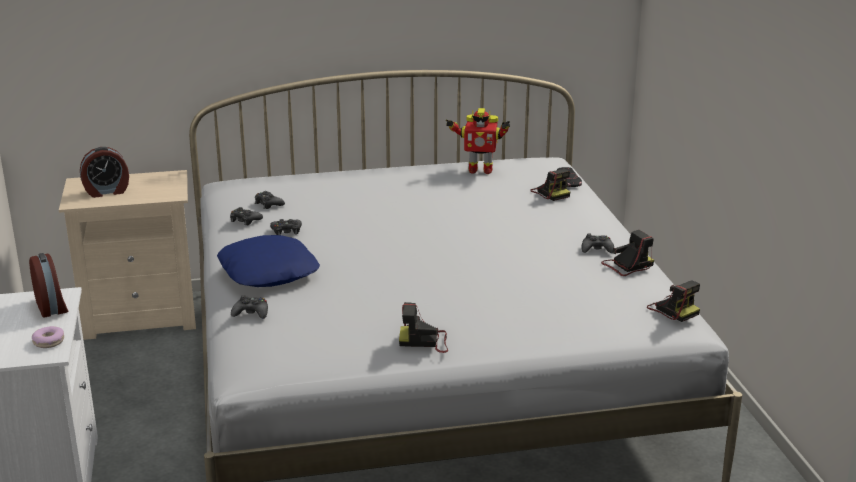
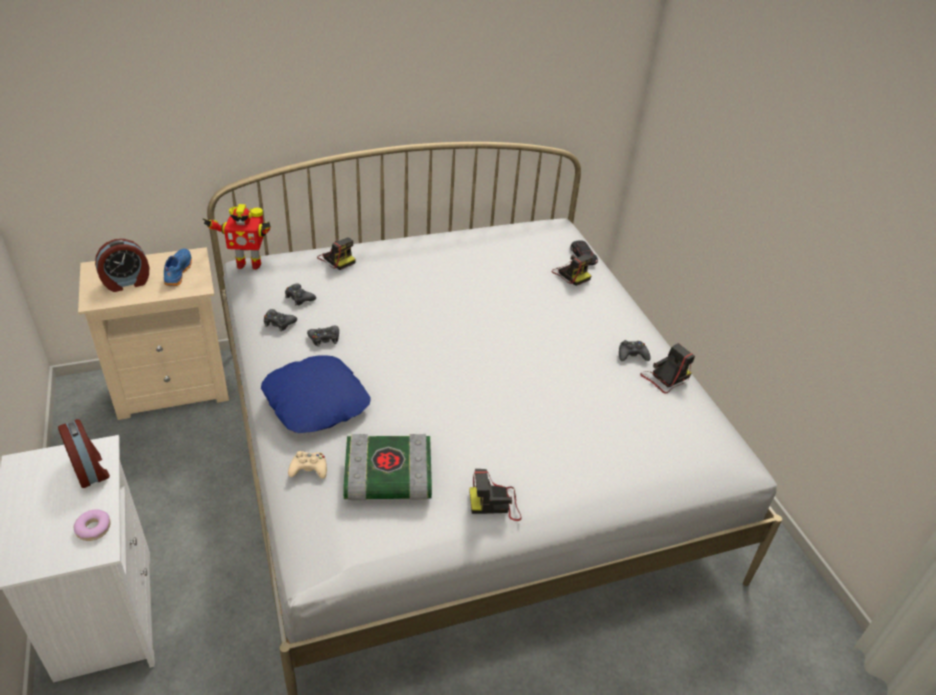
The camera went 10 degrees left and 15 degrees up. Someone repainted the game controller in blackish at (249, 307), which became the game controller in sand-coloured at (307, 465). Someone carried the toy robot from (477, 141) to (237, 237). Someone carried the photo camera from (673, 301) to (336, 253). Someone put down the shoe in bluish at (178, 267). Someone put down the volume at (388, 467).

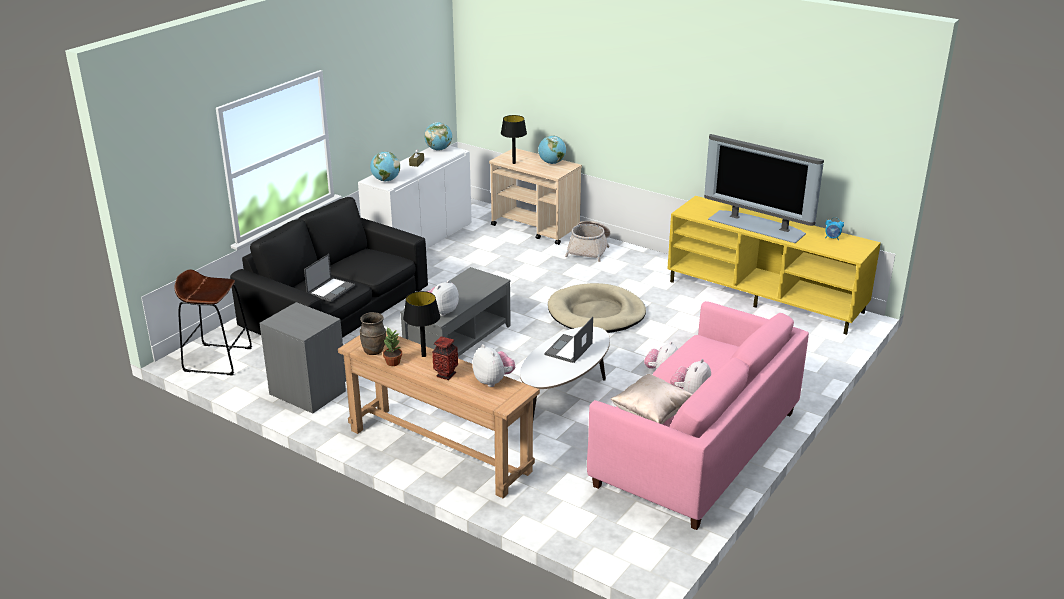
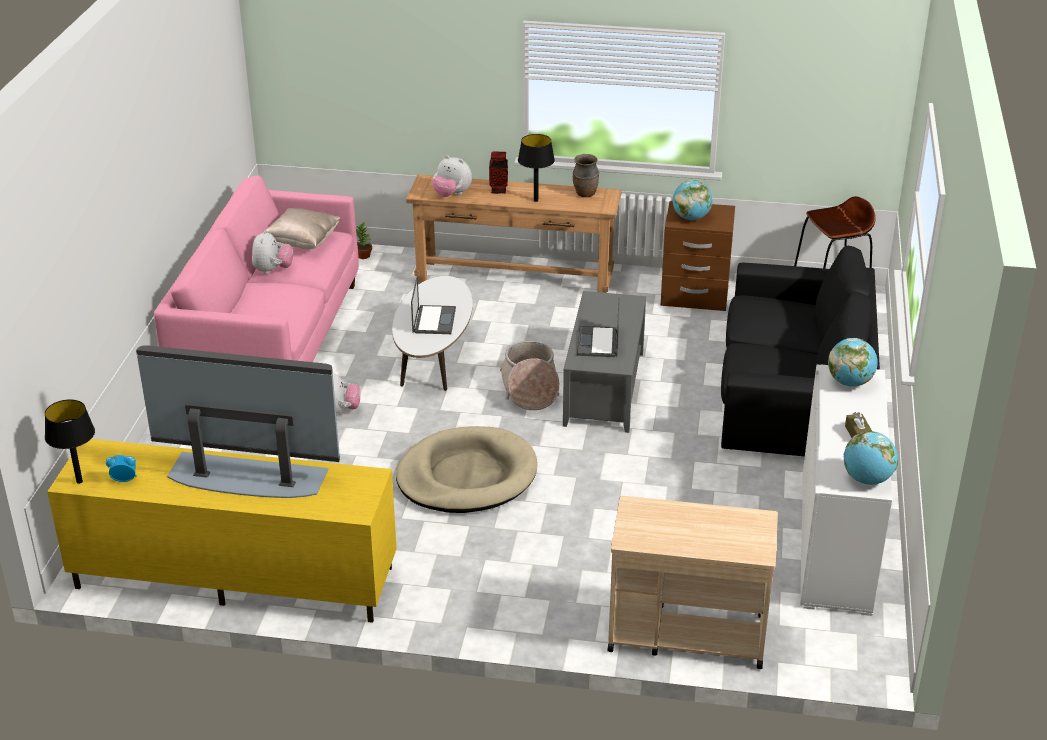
The camera went 155 degrees right and 5 degrees up. Someone repainted the bedside table in gray at (303, 358), which became the bedside table in brownish at (698, 256). Someone carried the portable computer from (329, 278) to (598, 327). Someone carried the plant in a pot from (392, 347) to (364, 240). Someone took away the cuddly toy at (442, 298). Someone carried the table lamp in blackish from (514, 139) to (70, 441). Someone carried the world globe from (552, 149) to (692, 200). Someone carried the basket from (587, 241) to (529, 375).

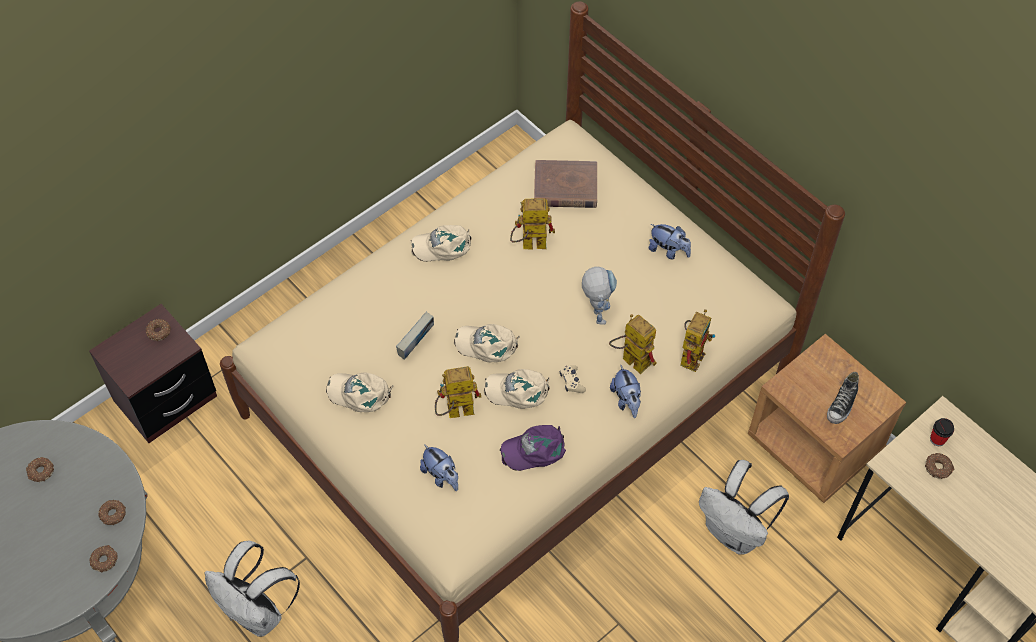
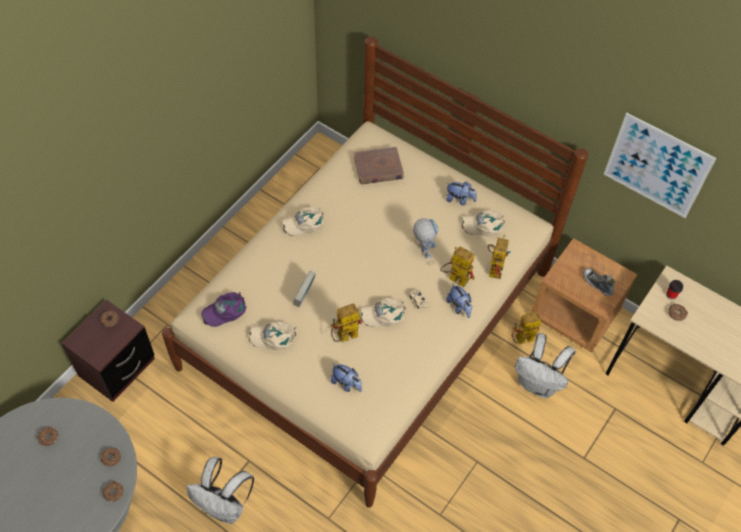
The camera went 15 degrees left and 0 degrees up. Someone carried the peaked cap in sand-coloured from (487, 343) to (483, 223). Someone carried the peaked cap in purplish from (533, 448) to (224, 309). Someone carried the toy robot from (532, 223) to (526, 328). Someone rotated the shoe at (843, 398) by 120 degrees clockwise. Someone put up the picture at (660, 165).

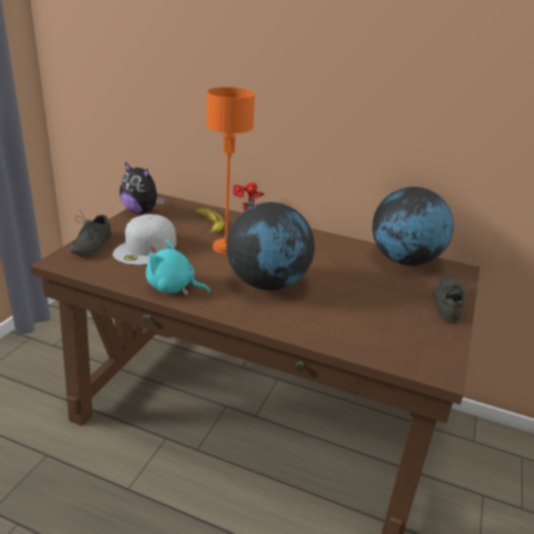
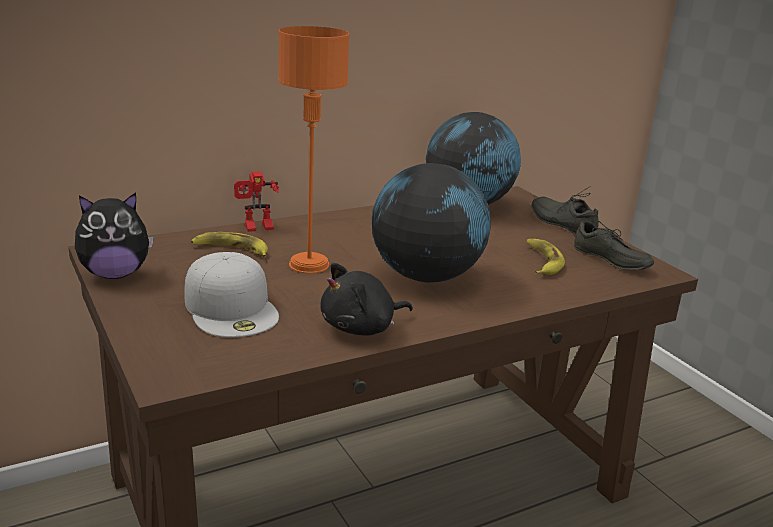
The camera went 50 degrees left and 5 degrees down. Someone carried the shoe in gray from (90, 233) to (614, 244). Someone repainted the cuddly toy in blue-green at (178, 267), which became the cuddly toy in blackish at (367, 299). Someone put down the whole banana at (545, 257).

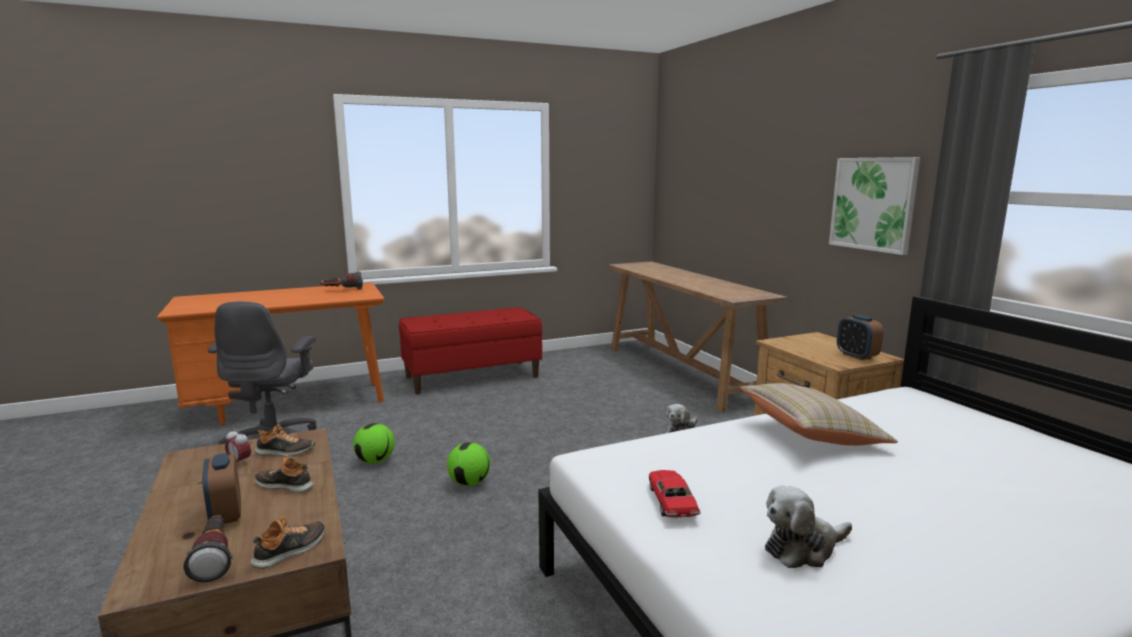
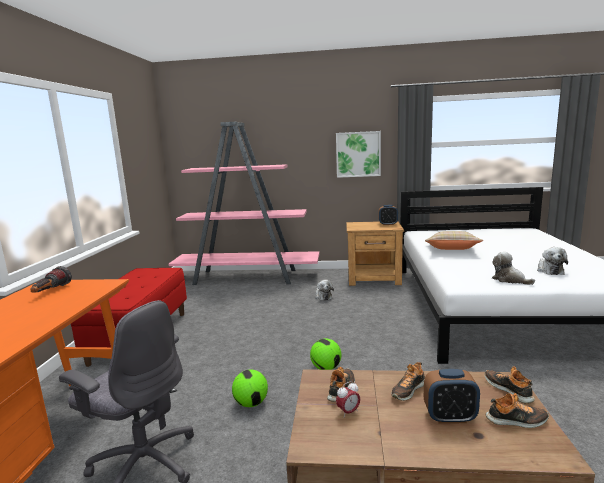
The camera went 60 degrees left and 0 degrees up. Someone swapped the flashlight at (208, 548) for the shoe at (517, 410). Someone swapped the console table in brownish at (698, 336) for the bookshelf in pink at (243, 203). Someone swapped the miniature car at (674, 494) for the cuddly toy at (513, 268).

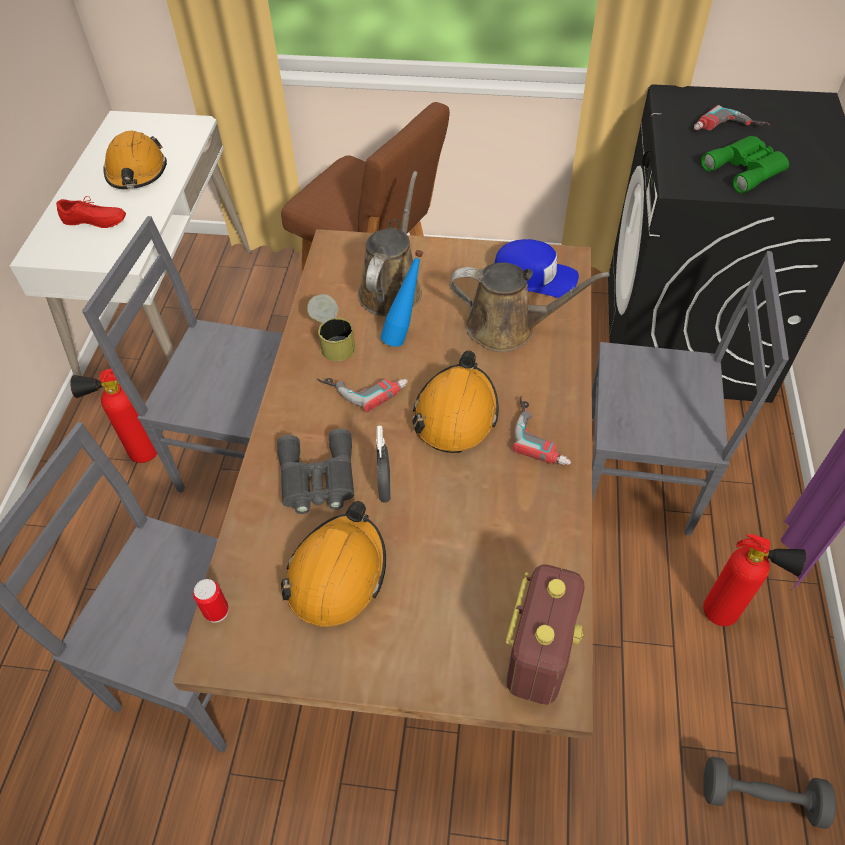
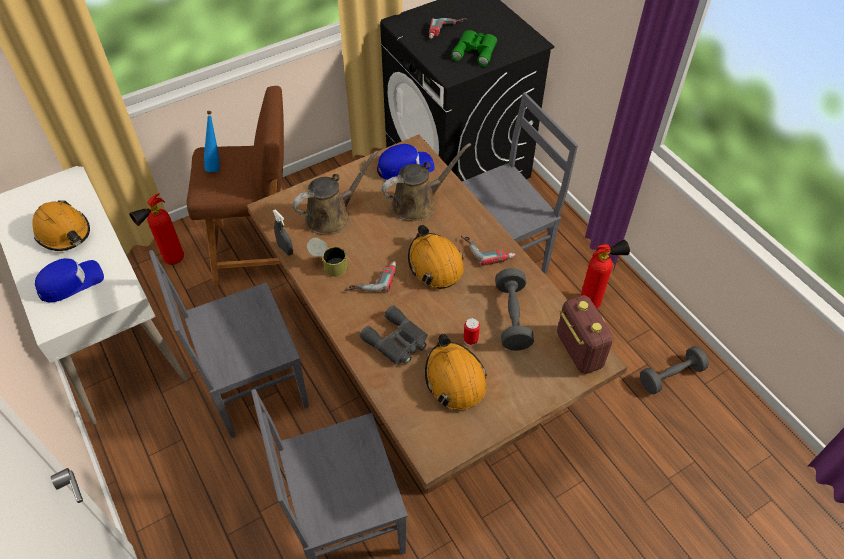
The camera went 40 degrees left and 0 degrees up. Someone swapped the shoe in red-coloured at (91, 212) for the peaked cap in bluish at (69, 280). Someone carried the extinguisher from (113, 416) to (156, 229). Someone carried the sealed can from (211, 601) to (471, 332). Someone rotated the watering pot in brownish at (390, 243) by 75 degrees clockwise. Someone carried the sprayer in gray from (383, 464) to (283, 233). Someone carried the drink bottle in bluish from (401, 298) to (212, 141). Someone put down the dumbbell in gray at (514, 309).

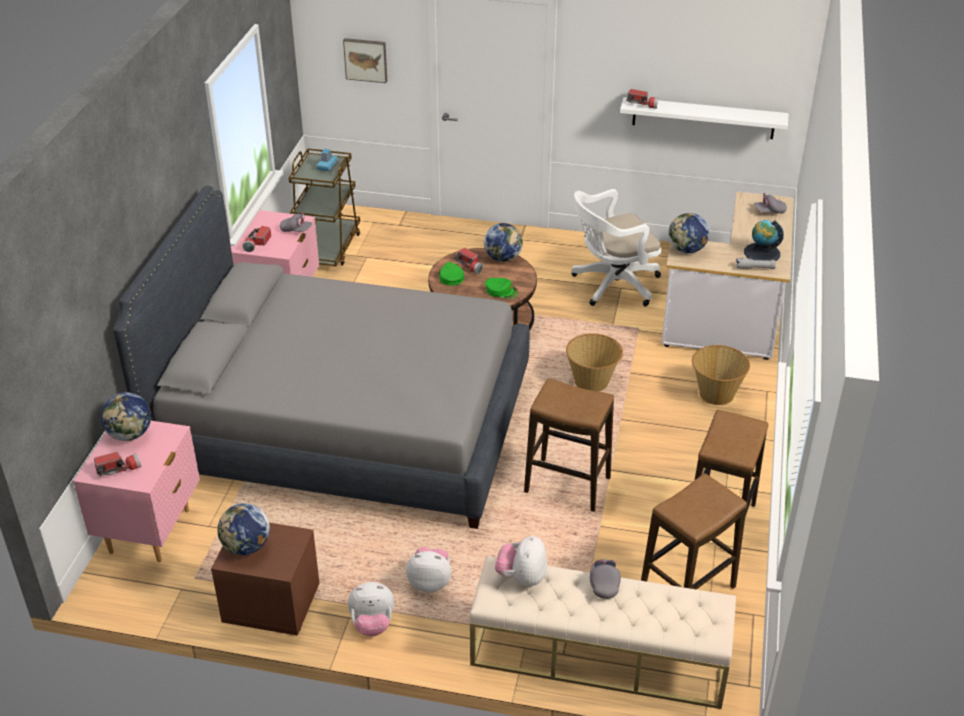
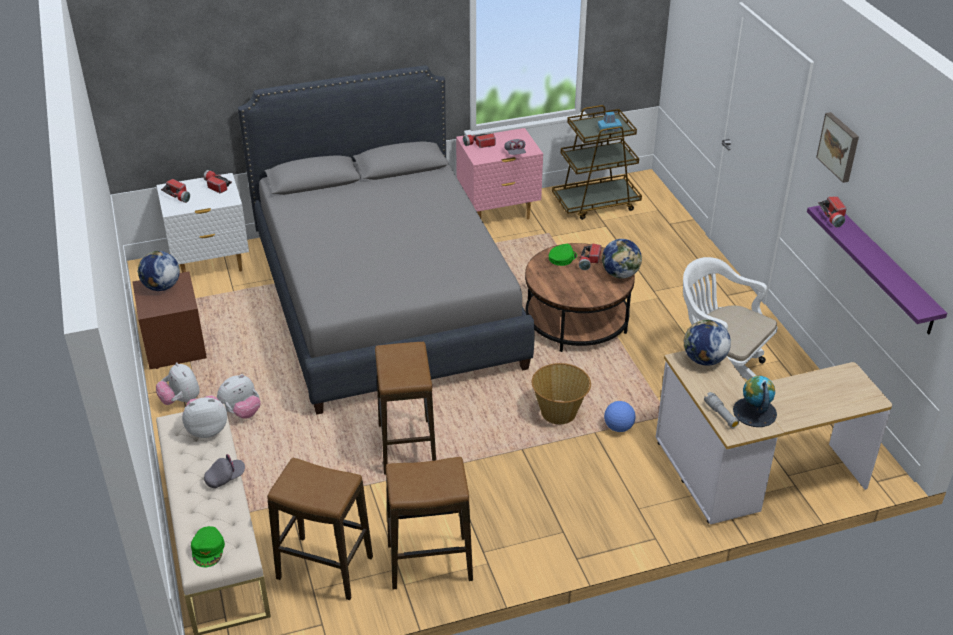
The camera went 60 degrees right and 0 degrees up. Someone repainted the bedside table in pink at (136, 491), which became the bedside table in whitish at (202, 223). Someone swapped the world globe at (126, 416) for the flashlight at (217, 181). Someone carried the picture from (365, 60) to (837, 147). Someone rotated the cuddly toy at (428, 570) by 75 degrees clockwise. Someone carried the peaked cap in green-coloured from (501, 288) to (208, 546). Someone repainted the shelf in whitish at (704, 118), which became the shelf in purplish at (877, 270). Someone took away the basket at (721, 375). Someone took away the peaked cap in gray at (770, 203). Someone put down the ball for football at (620, 416).

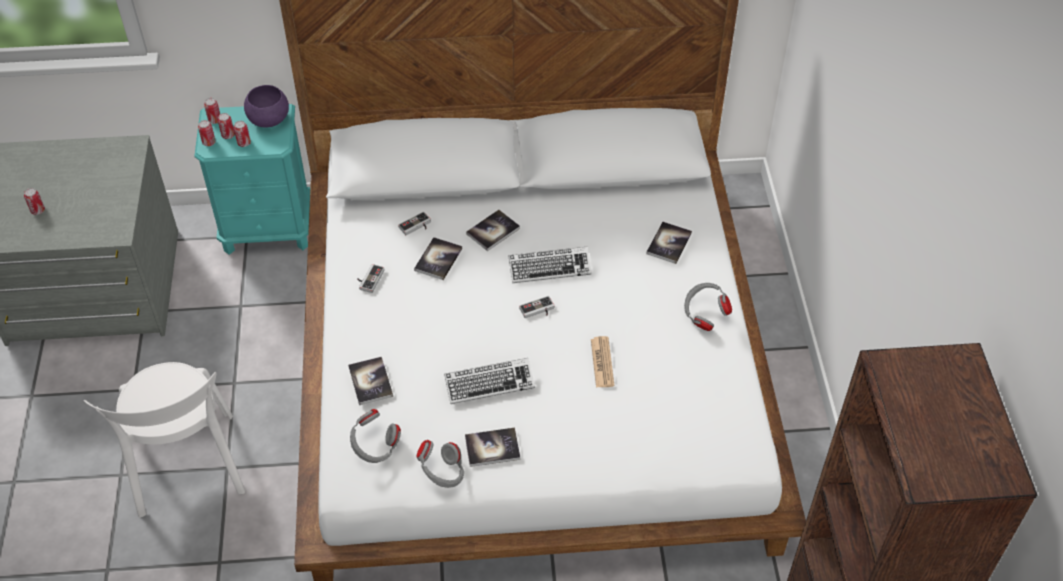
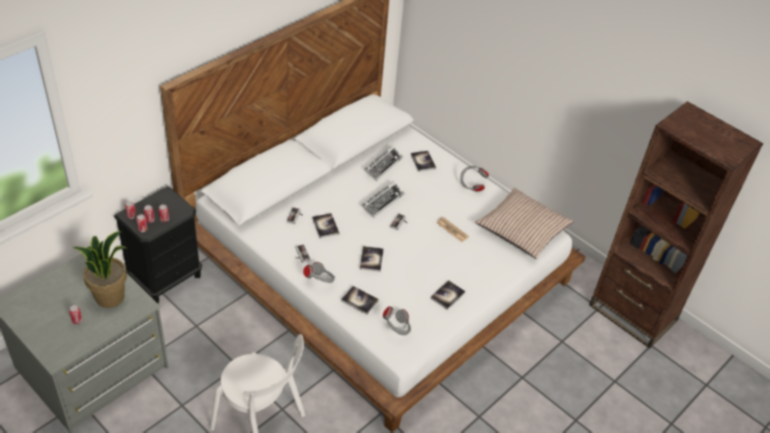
The camera went 45 degrees left and 5 degrees down. Someone repainted the bedside table in blue-green at (252, 179), which became the bedside table in blackish at (158, 245). Someone took away the deep dish in purplish at (266, 106). Someone carried the headphones in gray from (440, 464) to (319, 272). Someone carried the computer keyboard from (489, 381) to (383, 163). Someone carried the volume from (493, 230) to (372, 259). Someone put down the plant in a pot at (100, 269). Someone put down the throw pillow at (524, 223).

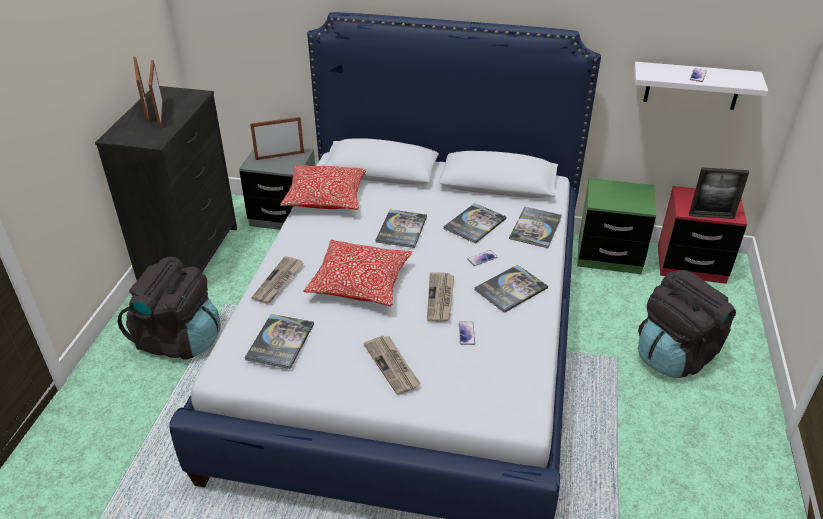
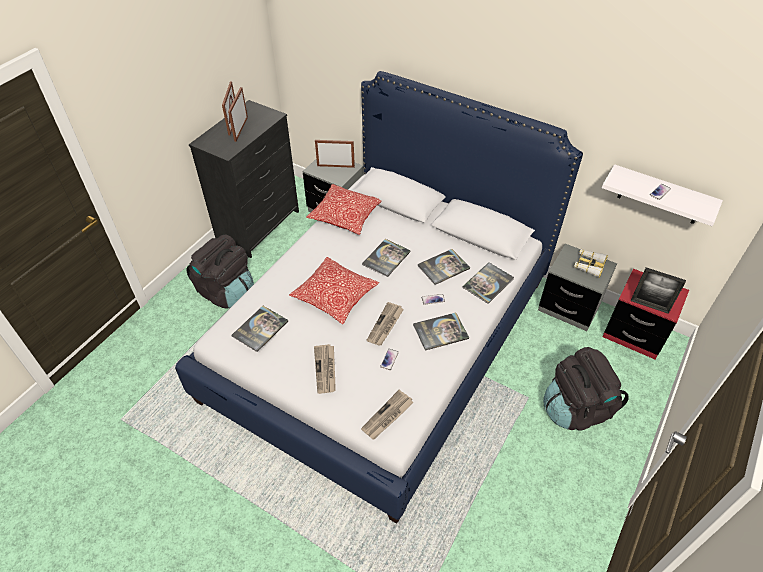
The camera went 20 degrees right and 10 degrees up. Someone carried the newspaper from (277, 279) to (387, 415). Someone repainted the bedside table in green-coloured at (616, 226), which became the bedside table in gray at (577, 287). Someone put down the field glasses at (591, 263).

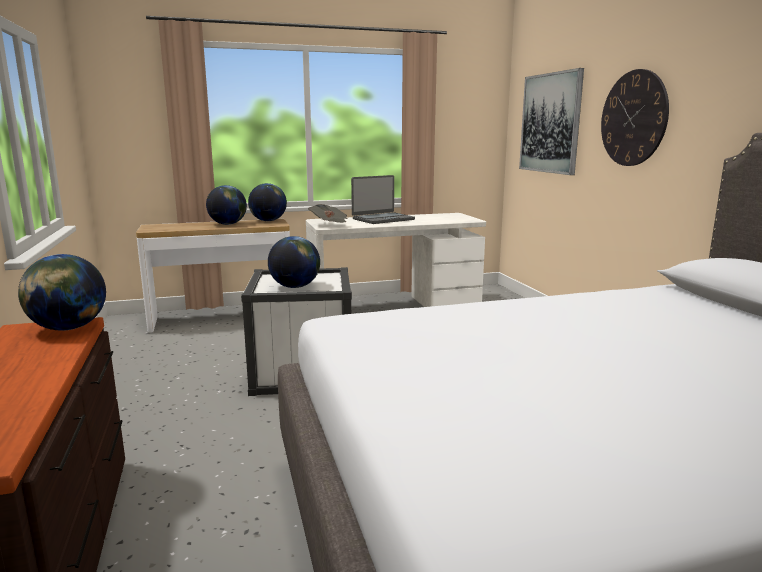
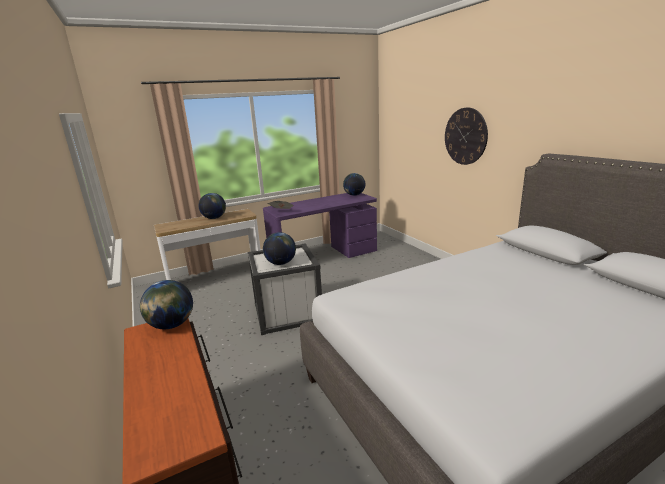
The camera went 10 degrees left and 5 degrees up. Someone carried the world globe from (267, 202) to (354, 184). Someone repainted the desk in whitish at (396, 260), which became the desk in purplish at (320, 225). Someone took away the portable computer at (383, 199). Someone took away the picture at (551, 121).

